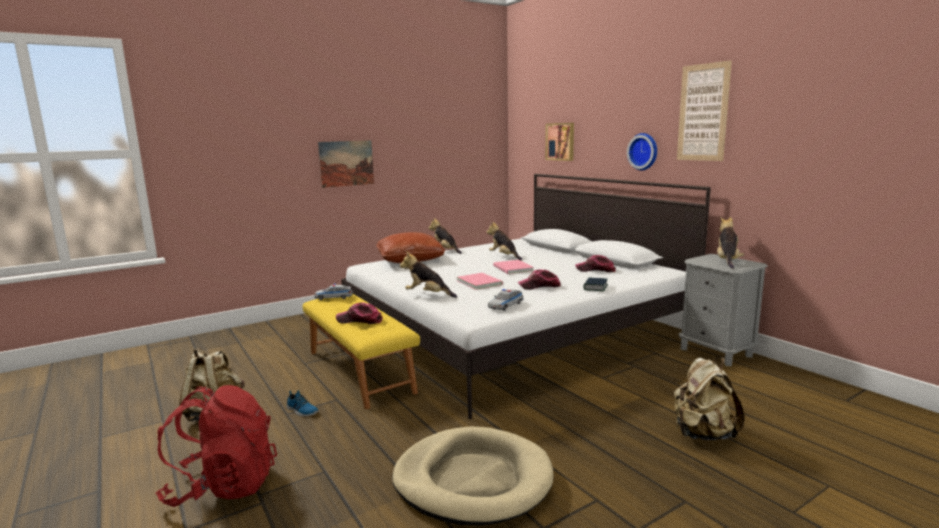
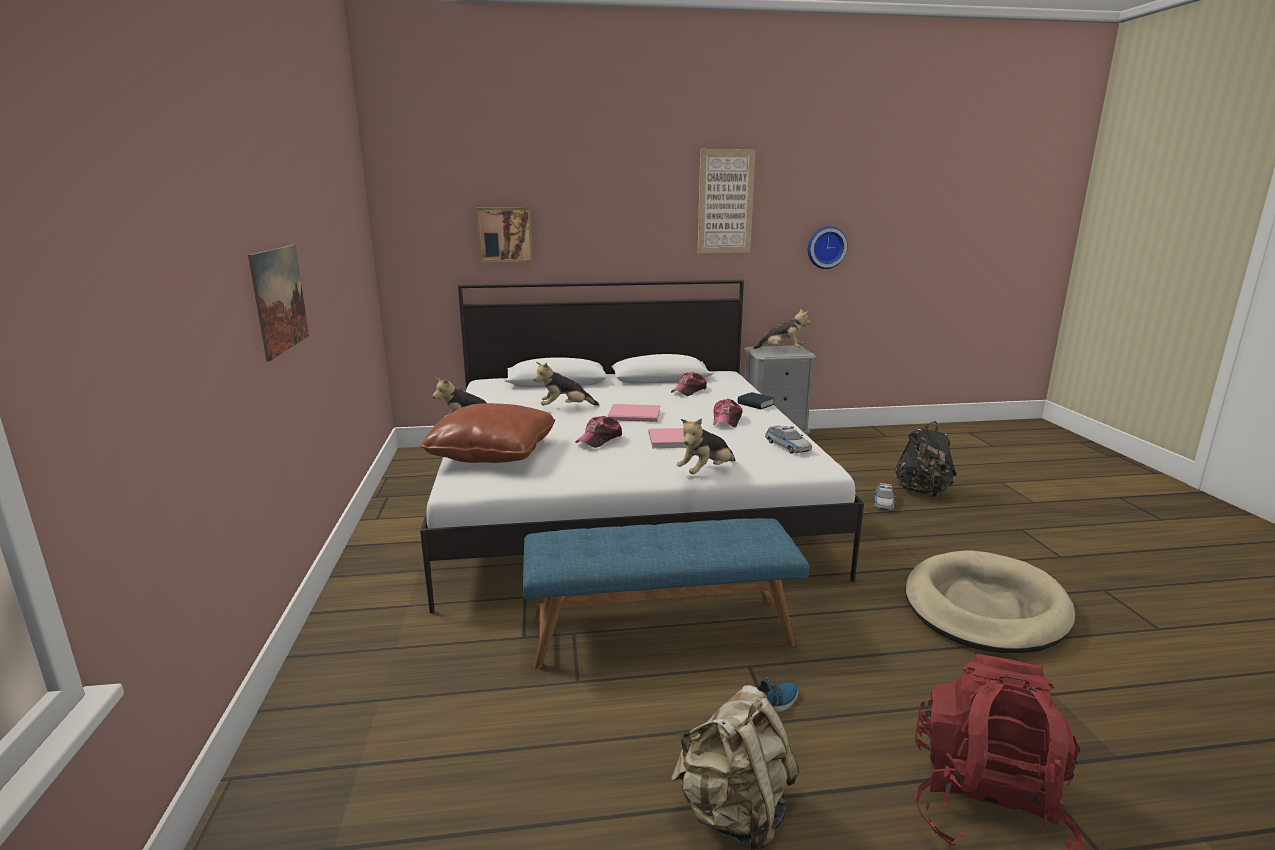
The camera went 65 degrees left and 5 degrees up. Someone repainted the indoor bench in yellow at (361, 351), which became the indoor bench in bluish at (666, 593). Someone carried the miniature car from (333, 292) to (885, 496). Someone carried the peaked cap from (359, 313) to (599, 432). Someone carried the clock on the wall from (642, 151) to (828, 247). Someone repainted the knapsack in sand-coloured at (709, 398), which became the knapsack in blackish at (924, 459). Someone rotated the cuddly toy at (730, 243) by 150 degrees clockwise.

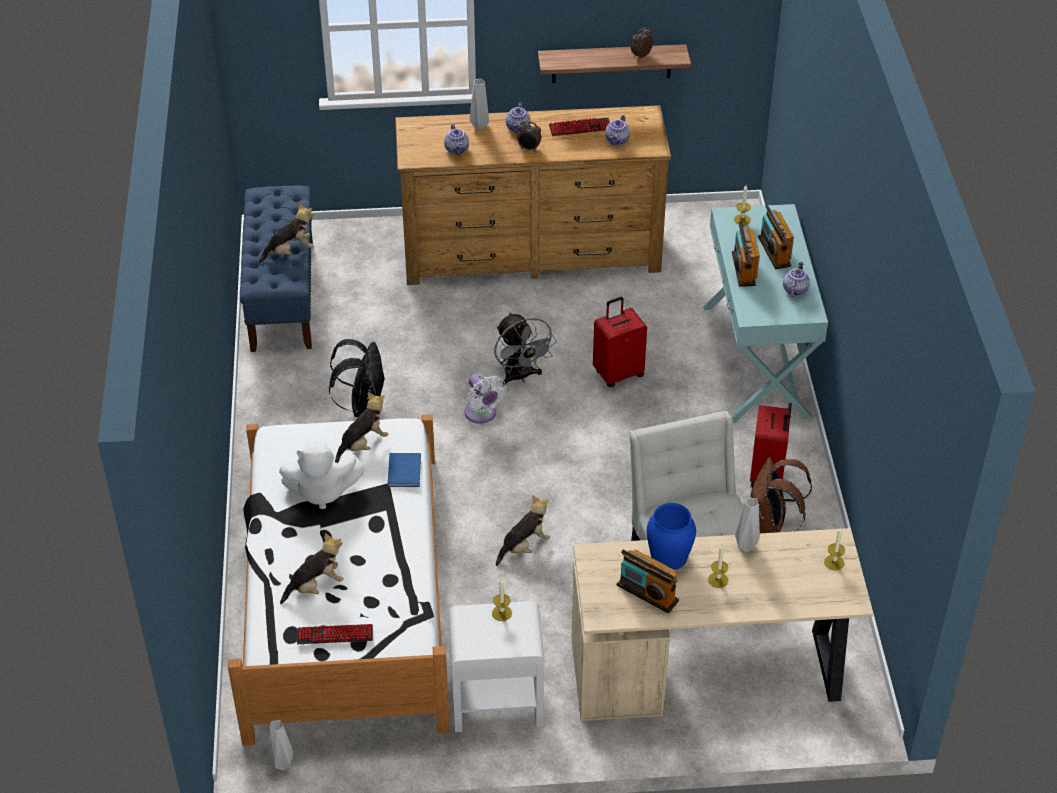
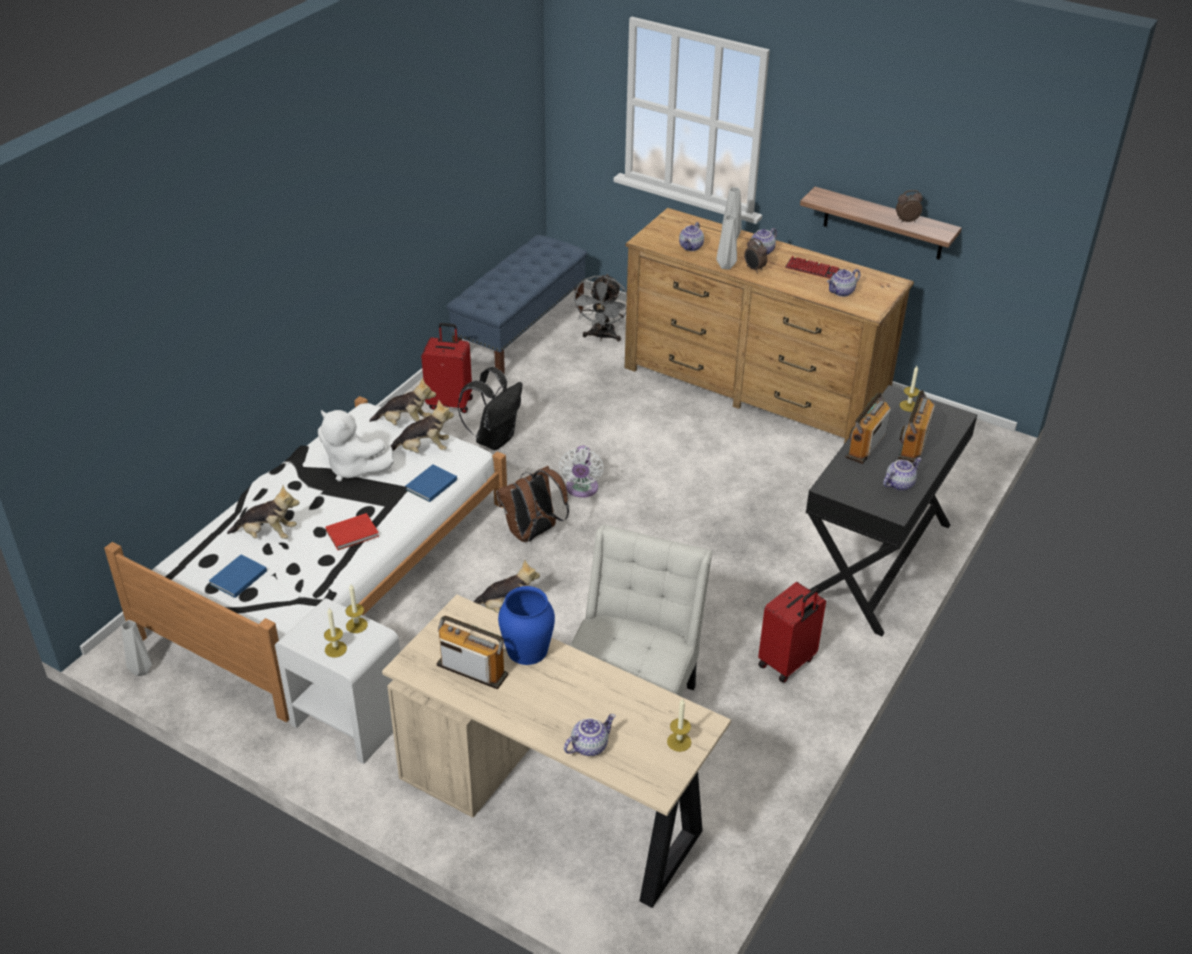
The camera went 35 degrees right and 5 degrees down. Someone carried the cuddly toy from (286, 233) to (402, 401). Someone swapped the computer keyboard at (335, 634) for the volume in bluish at (238, 576). Someone carried the electric fan in gray from (525, 349) to (599, 307). Someone carried the piece of luggage in red-coloured from (620, 342) to (447, 368). Someone rotated the radio set at (648, 581) by 135 degrees clockwise. Someone repainted the console table in blue-green at (765, 313), which became the console table in blackish at (891, 510). Someone carried the wax light from (718, 566) to (335, 632). Someone carried the vase in gray from (747, 525) to (726, 242). Someone carried the knapsack in brownish from (781, 495) to (532, 504). Someone put down the volume in red-coloured at (352, 531). Someone put down the pot for tea at (590, 735).

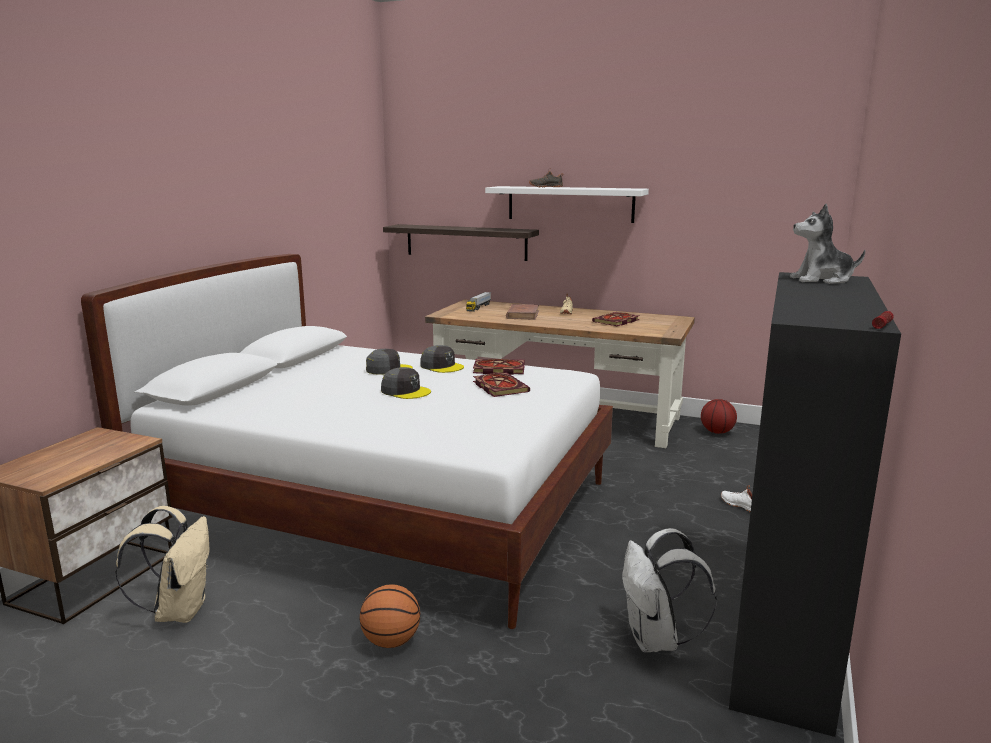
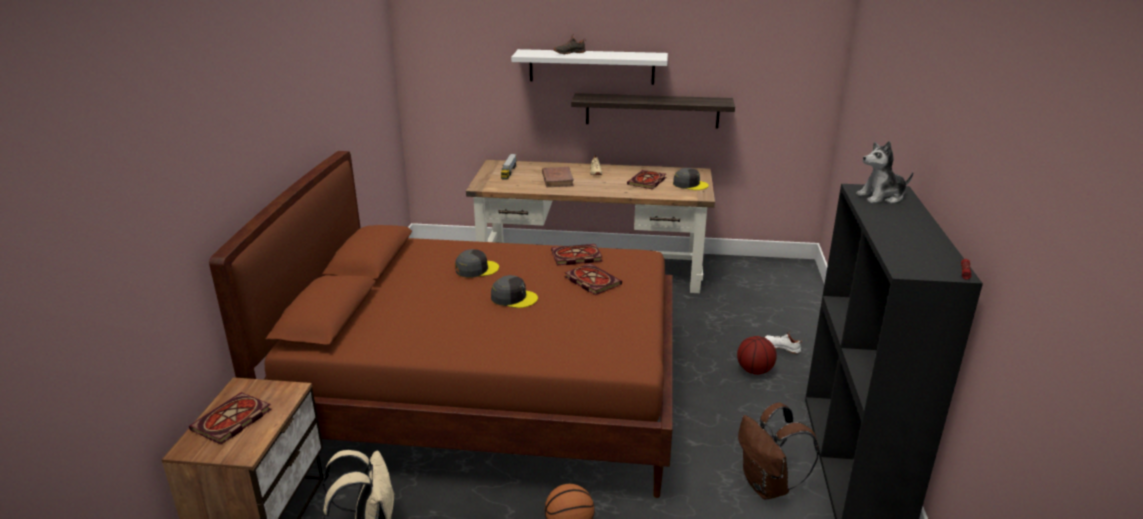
The camera went 15 degrees left and 10 degrees up. Someone repainted the bedroom bed in whitish at (347, 441), which became the bedroom bed in brownish at (440, 324). Someone carried the shelf from (461, 242) to (653, 111). Someone carried the peaked cap in gray from (442, 359) to (691, 179). Someone repainted the knapsack in whitish at (669, 590), which became the knapsack in brownish at (778, 450). Someone carried the basketball from (719, 416) to (757, 355). Someone put down the volume at (230, 418).

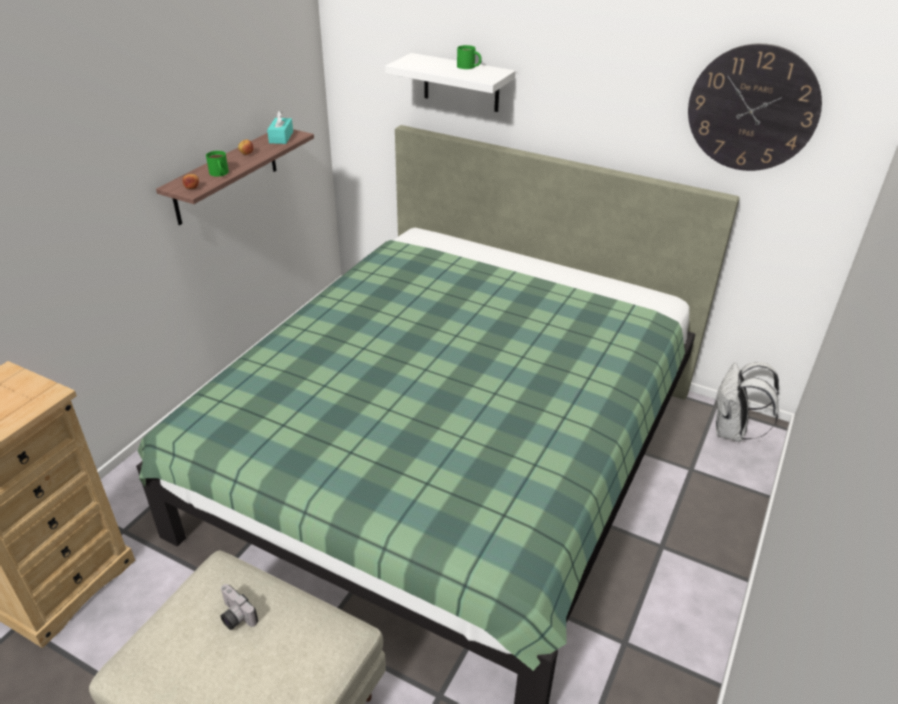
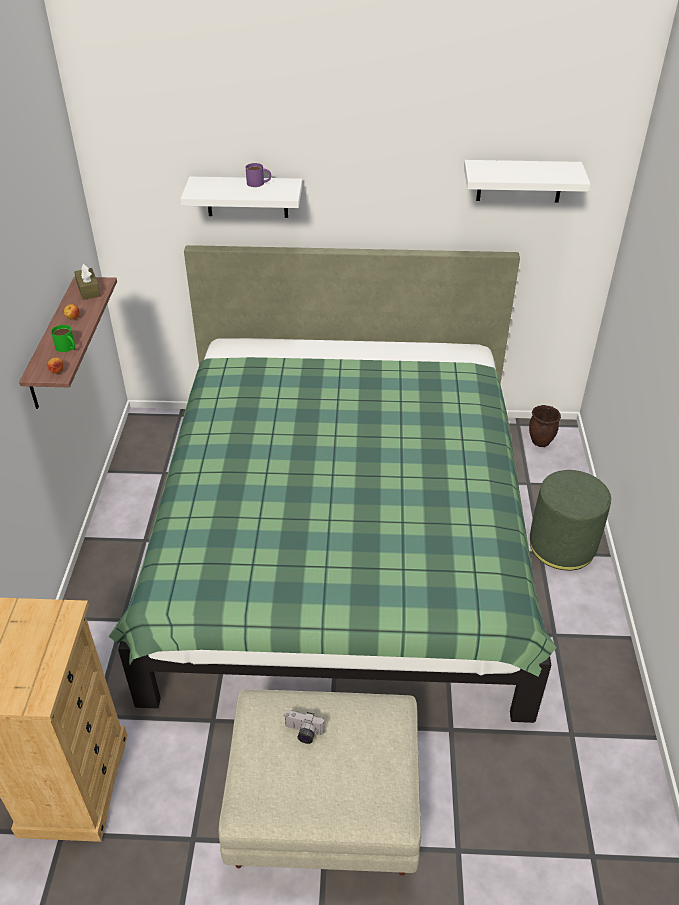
The camera went 25 degrees left and 5 degrees up. Someone repainted the box of tissues in blue-green at (280, 127), which became the box of tissues in brownish at (87, 282). Someone repainted the mug in green-coloured at (469, 57), which became the mug in purplish at (258, 175). Someone swapped the clock on the wall at (755, 107) for the shelf in whitish at (527, 181). Someone swapped the knapsack in whitish at (747, 402) for the flower pot in brownish at (545, 426). Someone put down the ottoman in green-coloured at (570, 520).

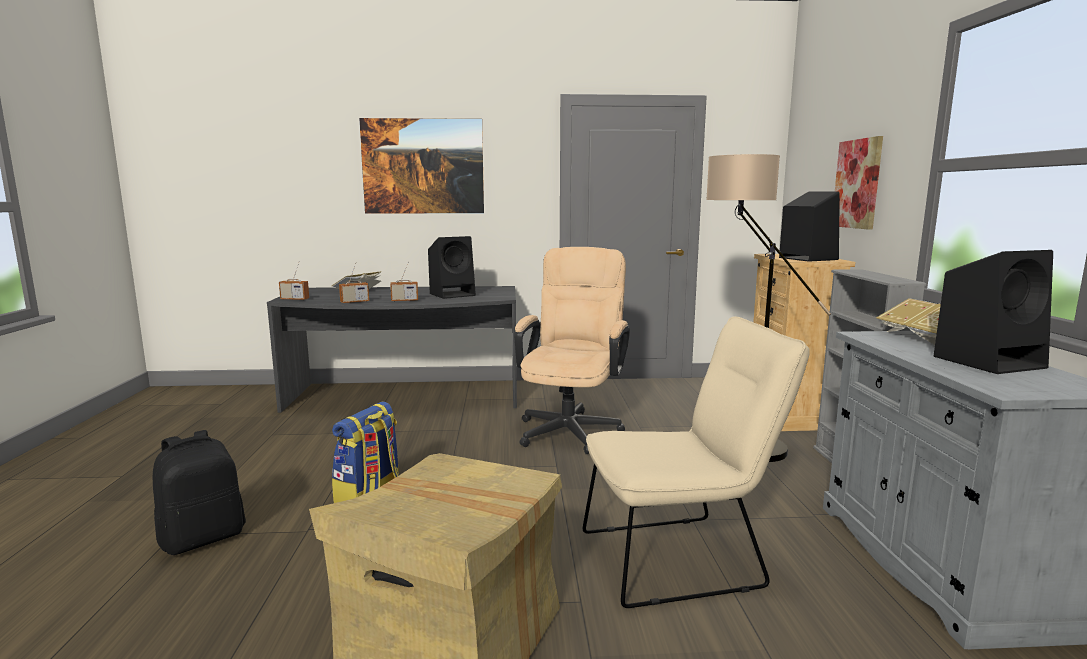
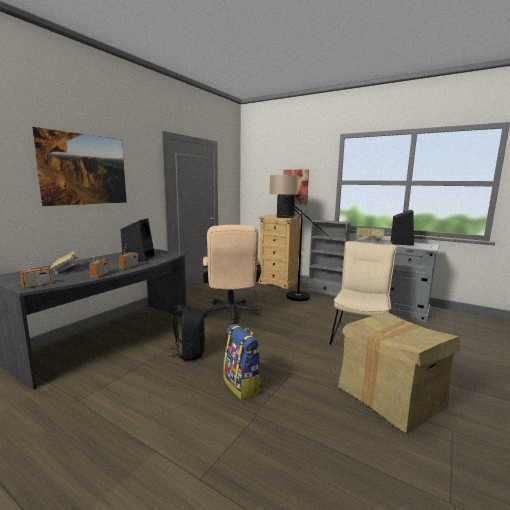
The camera went 55 degrees left and 0 degrees up. Someone carried the knapsack in blackish from (199, 492) to (186, 333). Someone rotated the office chair in sand-coloured at (572, 350) by 150 degrees counterclockwise.

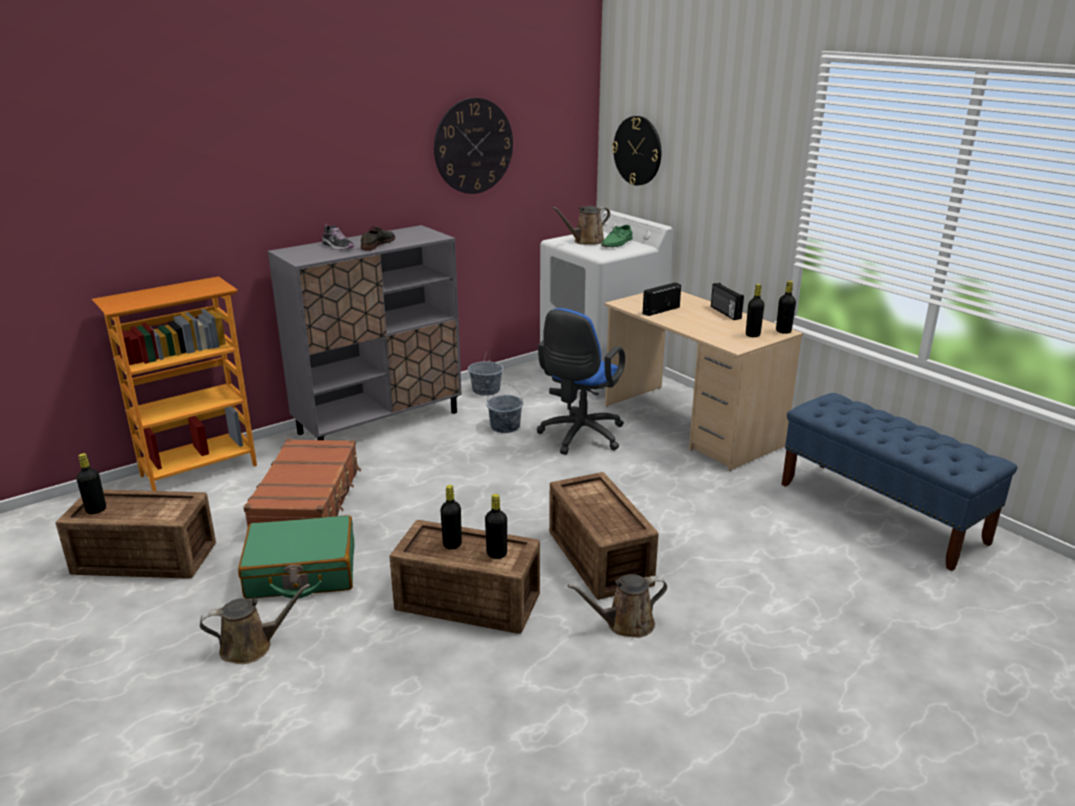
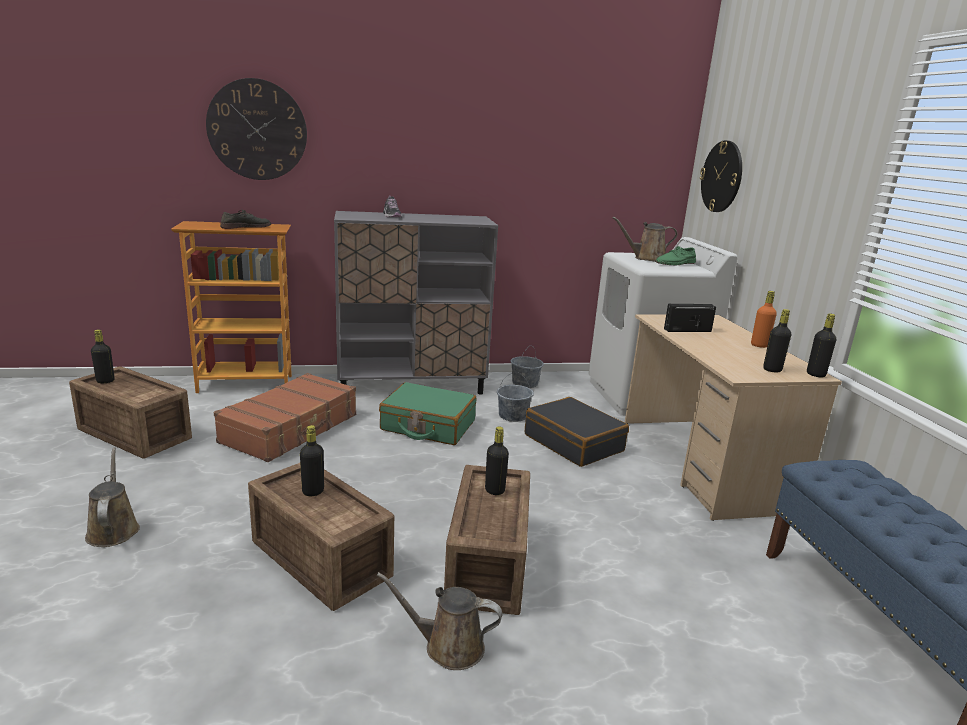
The camera went 25 degrees right and 5 degrees down. Someone rotated the watering pot in brownish at (255, 624) by 120 degrees counterclockwise. Someone carried the piece of luggage in green-coloured from (296, 557) to (427, 413). Someone carried the shoe in gray from (378, 238) to (245, 219). Someone carried the clock on the wall from (473, 146) to (256, 129). Someone carried the drink bottle in blackish from (496, 526) to (497, 461). Someone swapped the office chair in bluish at (580, 381) for the piece of luggage in blackish at (577, 432). Someone swapped the radio set at (727, 301) for the drink bottle in orangey at (764, 319).

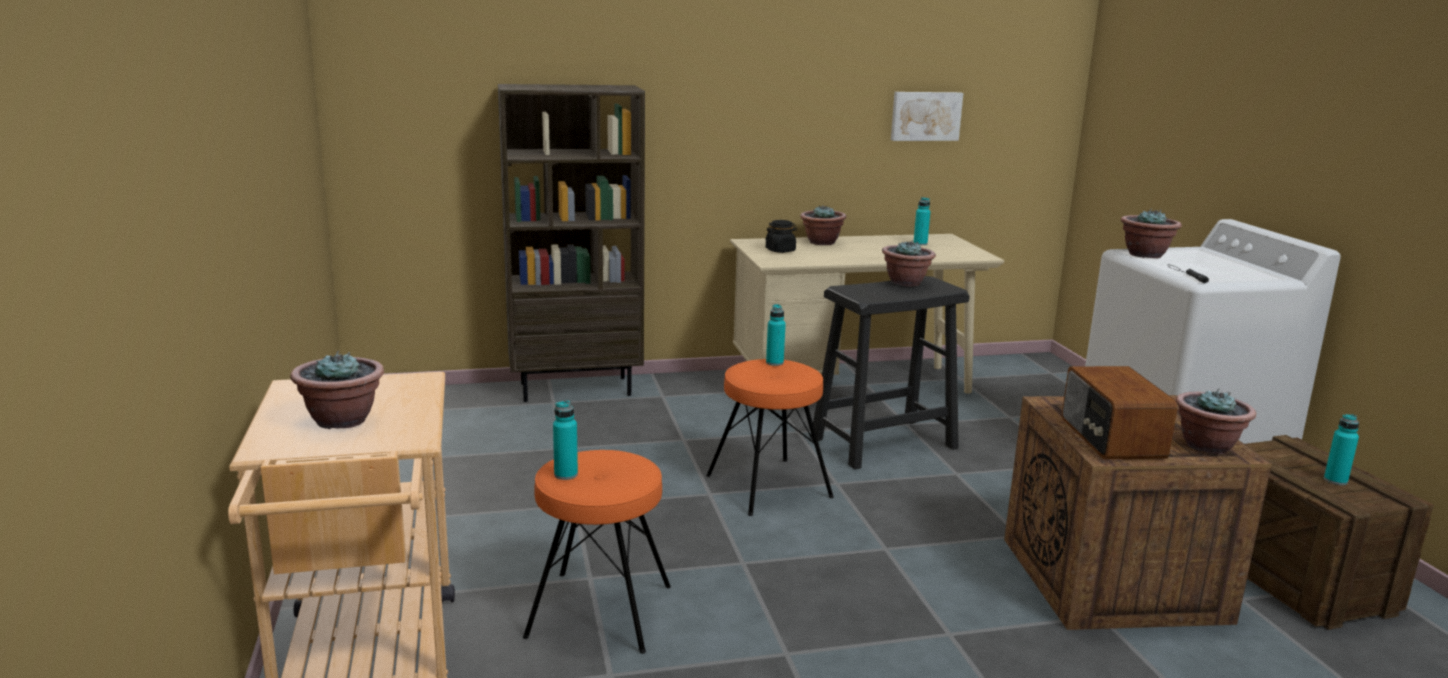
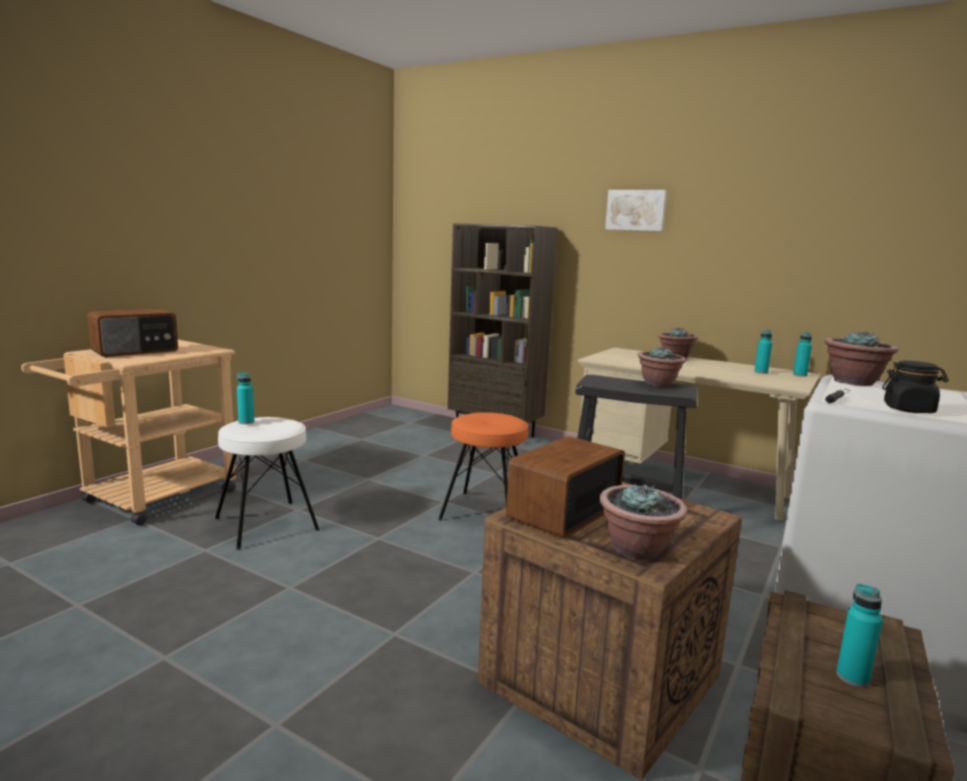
The camera went 45 degrees right and 5 degrees down. Someone swapped the plant in a pot at (337, 389) for the radio set at (132, 333). Someone repainted the sitting stool in orangey at (597, 552), which became the sitting stool in whitish at (267, 483). Someone carried the storage jar in blackish from (781, 236) to (915, 387). Someone carried the drink bottle in blue-green from (776, 335) to (802, 354). Someone carried the picture from (927, 116) to (636, 210).

